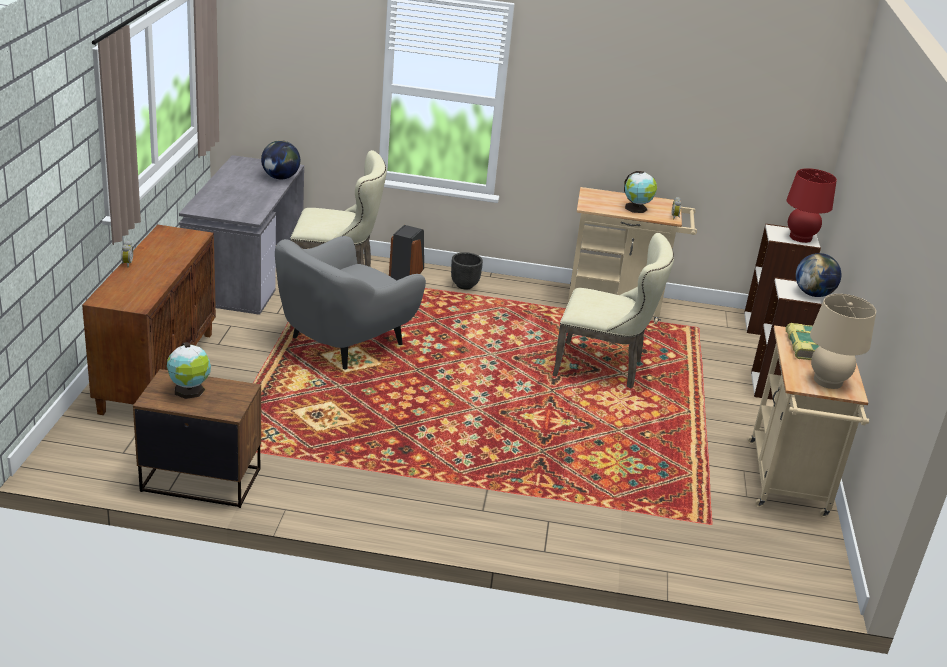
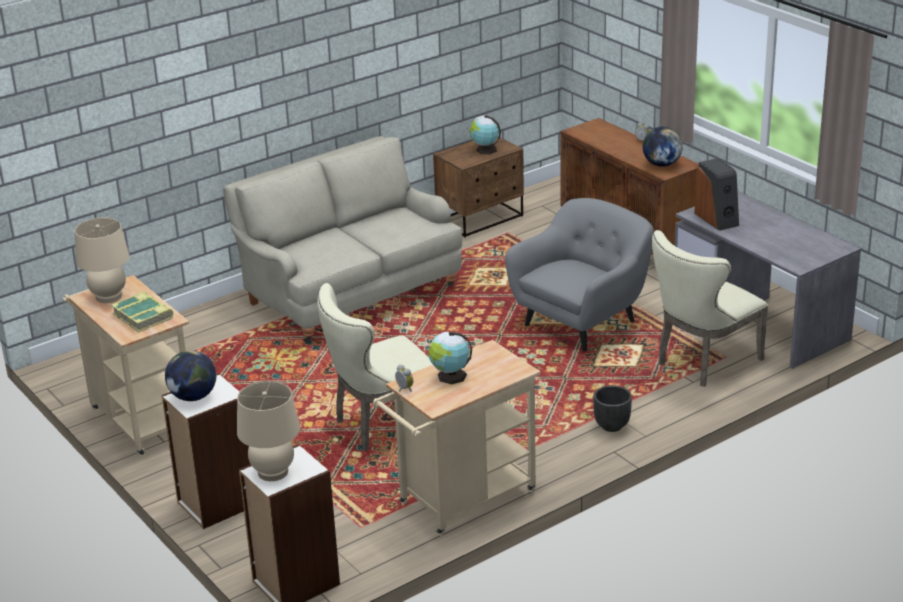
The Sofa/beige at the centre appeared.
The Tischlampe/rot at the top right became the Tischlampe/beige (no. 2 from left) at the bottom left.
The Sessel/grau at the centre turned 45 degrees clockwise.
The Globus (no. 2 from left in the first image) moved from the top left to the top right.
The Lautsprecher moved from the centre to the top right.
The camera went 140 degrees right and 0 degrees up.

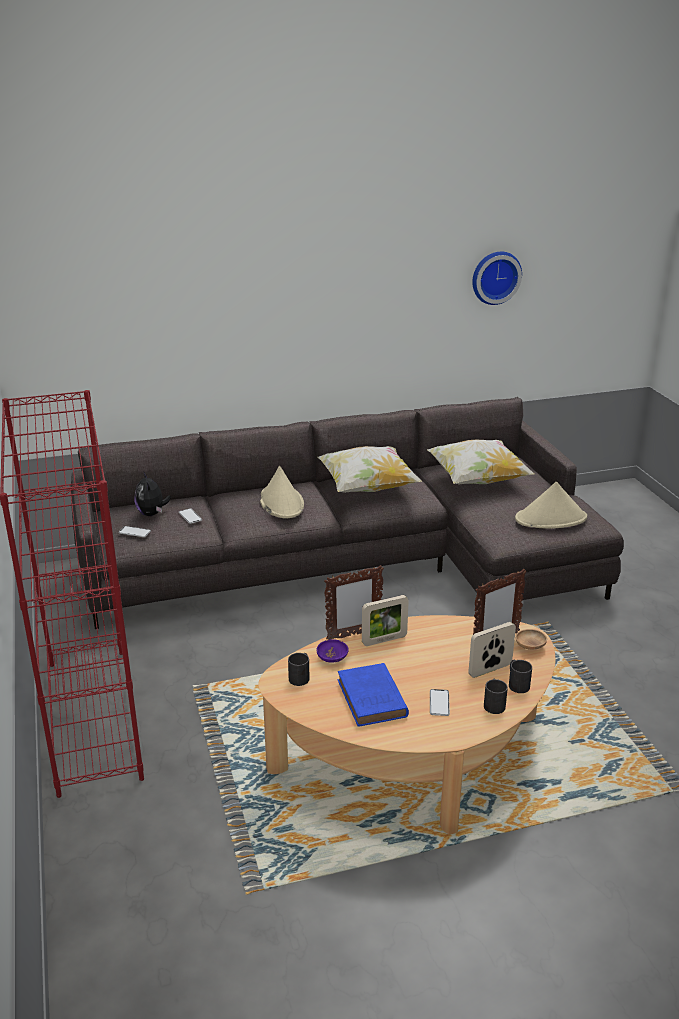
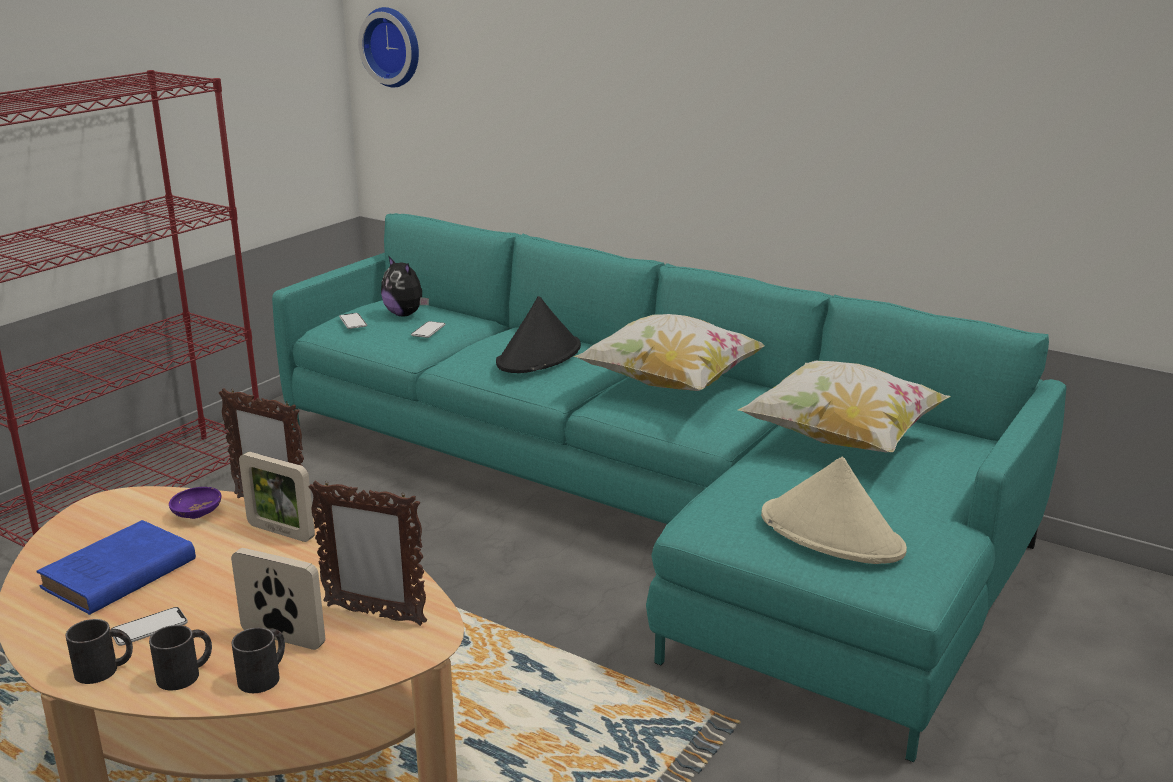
The Henkelbecher/schwarz (no. 1 from left) moved from the centre to the bottom left.
The Sofa/grau at the centre became the Sofa/türkis at the centre.
The Wanduhr moved from the top right to the top left.
The Plüschtier at the middle left turned 75 degrees counterclockwise.
The Hut/beige (no. 1 from left) at the centre became the Hut/schwarz at the centre.
The Schüssel/braun at the middle right disappeared.
The camera went 50 degrees right and 5 degrees down.

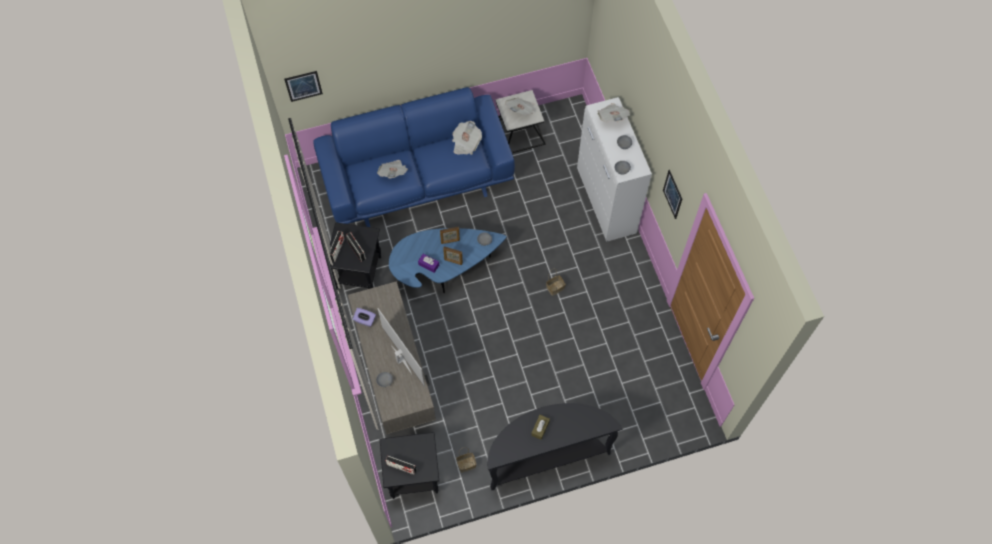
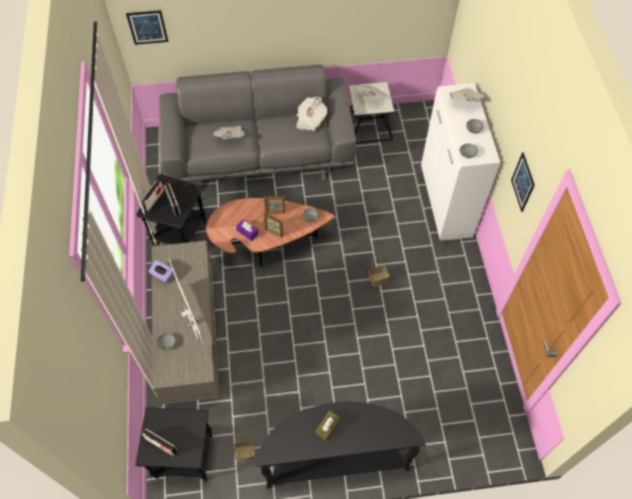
The Sofa/blau at the top centre became the Sofa/grau at the top centre.
The Couchtisch/blau at the centre became the Couchtisch/braun at the centre.
The camera went 10 degrees right and 5 degrees down.

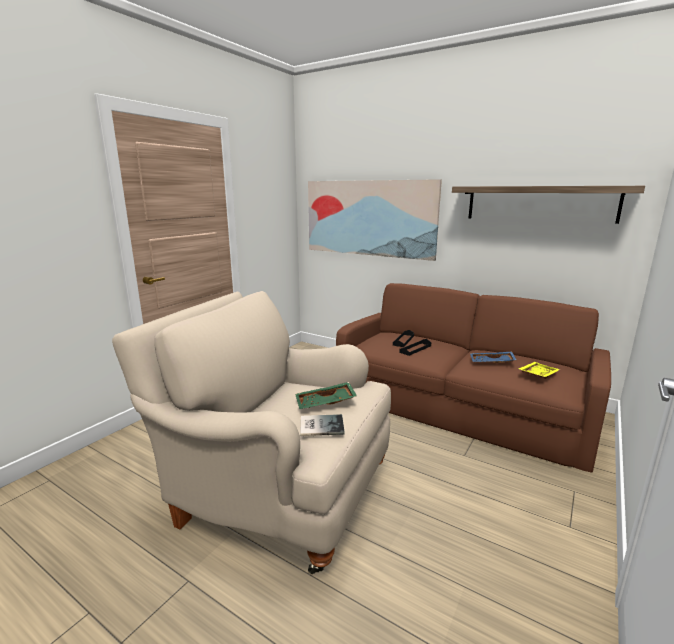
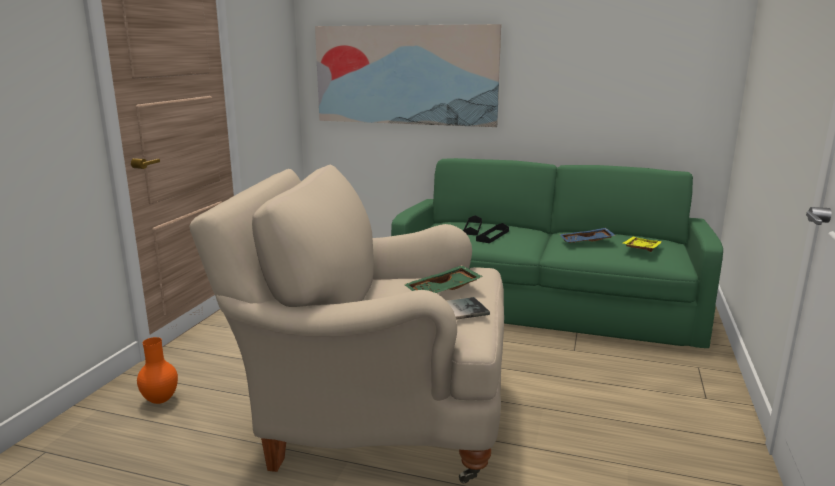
The Vase/orange at the bottom left appeared.
The Sofa/braun at the middle right became the Sofa/grün at the middle right.
The Wandregal at the top right disappeared.
The camera went 15 degrees left and 0 degrees up.

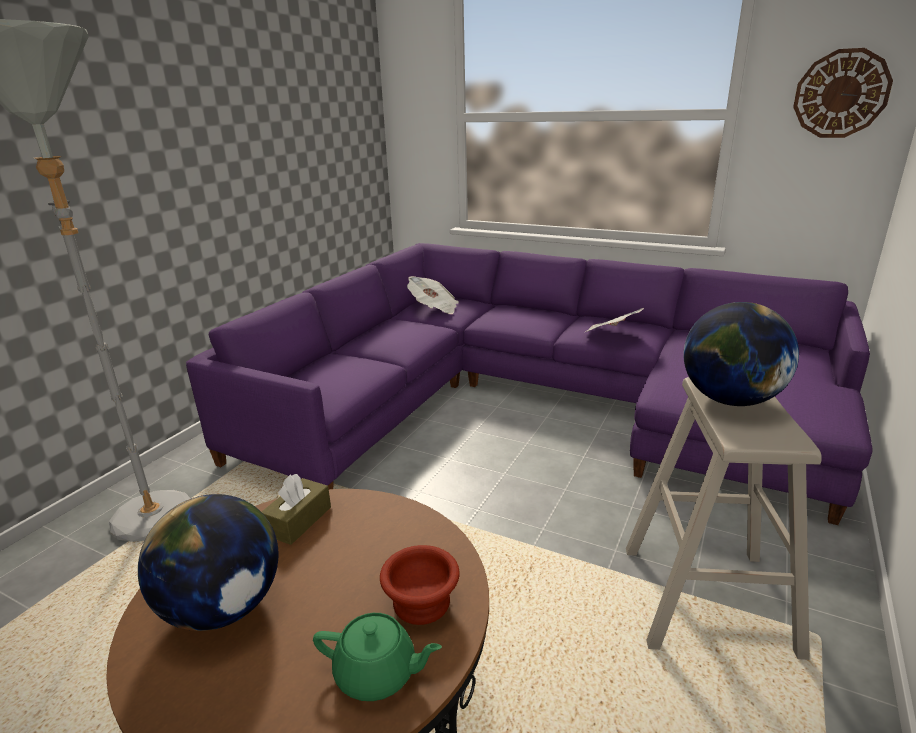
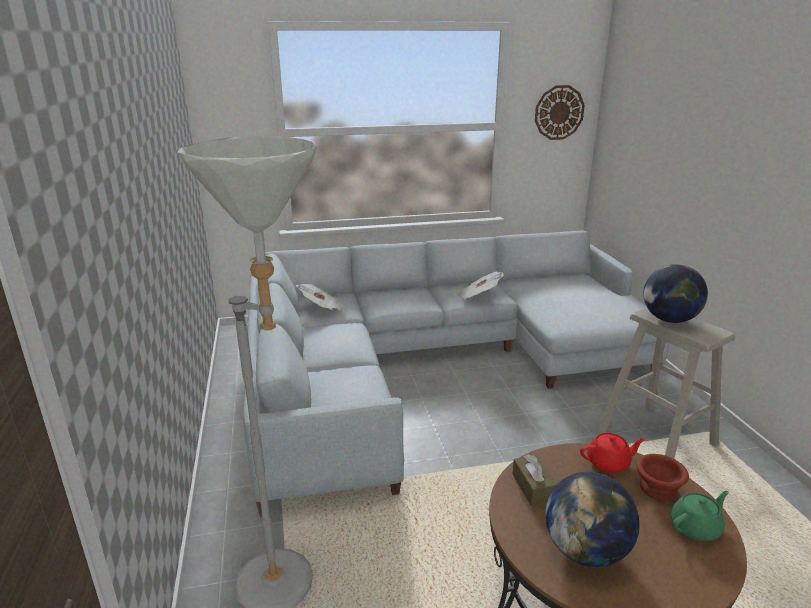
The Sofa/lila at the centre became the Sofa/grau at the centre.
The Teekanne/rot at the bottom right appeared.
The camera went 40 degrees left and 0 degrees up.

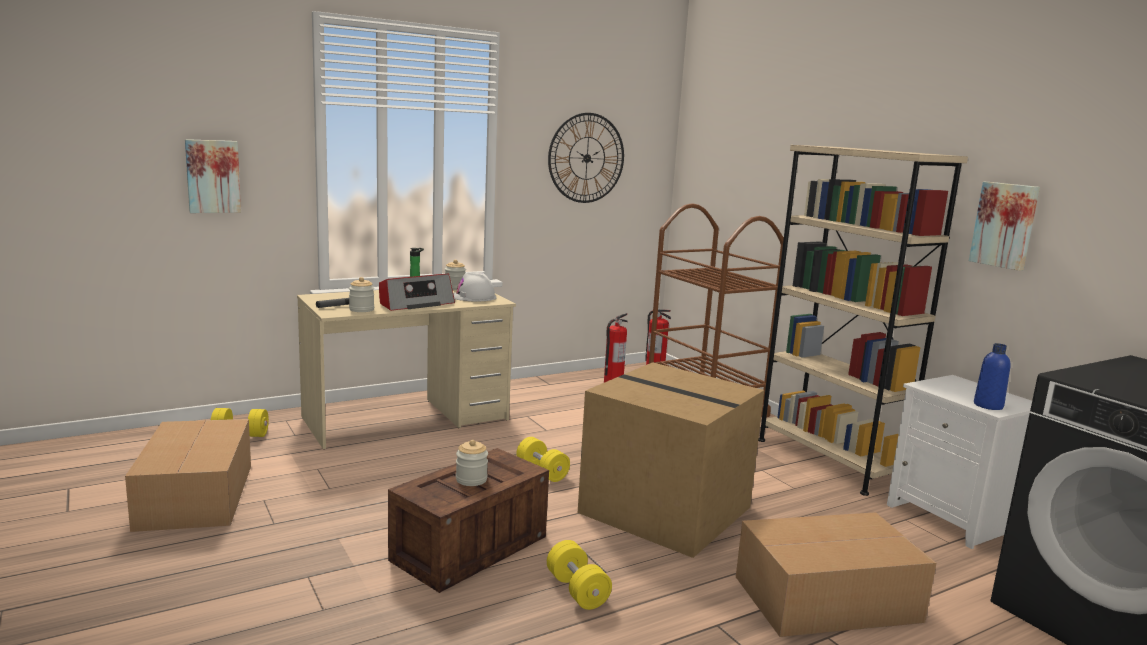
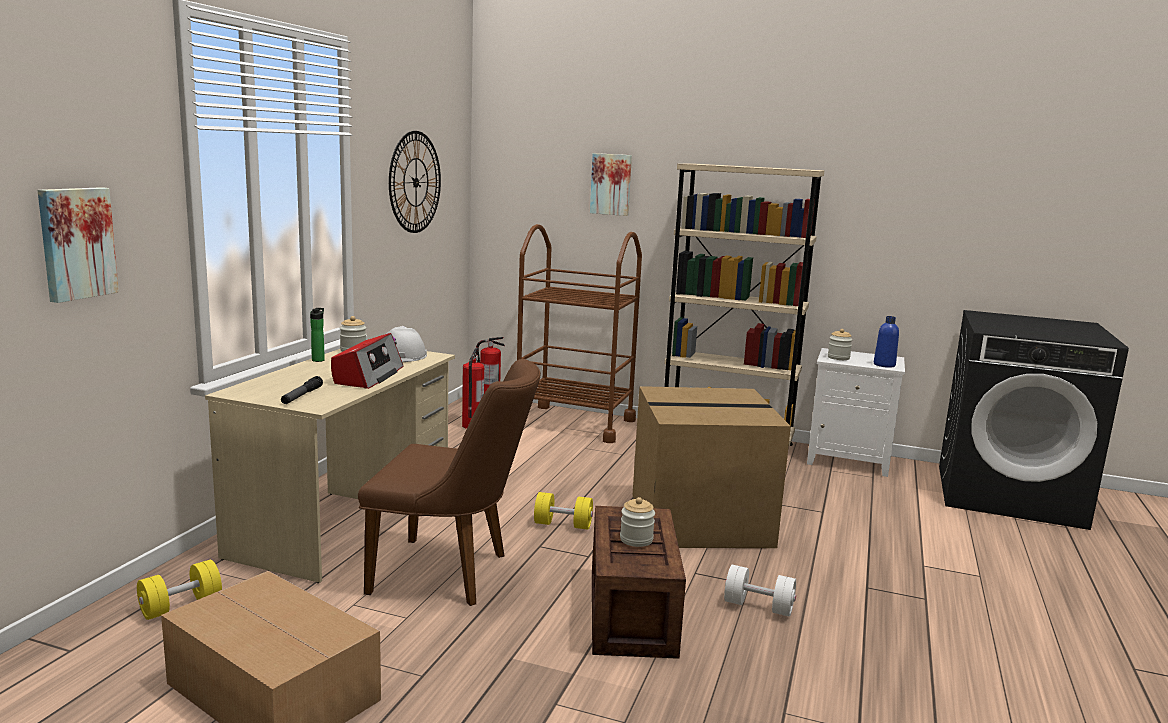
The Stuhl/braun at the bottom centre appeared.
The Bild (no. 2 from left) moved from the middle right to the top centre.
The Hantel/gelb (no. 3 from left) at the bottom centre became the Hantel/weiß at the bottom centre.
The Vorratsglas (no. 1 from left in the first image) moved from the middle left to the middle right.
The Karton (no. 3 from left) at the bottom right disappeared.
The camera went 40 degrees left and 0 degrees up.

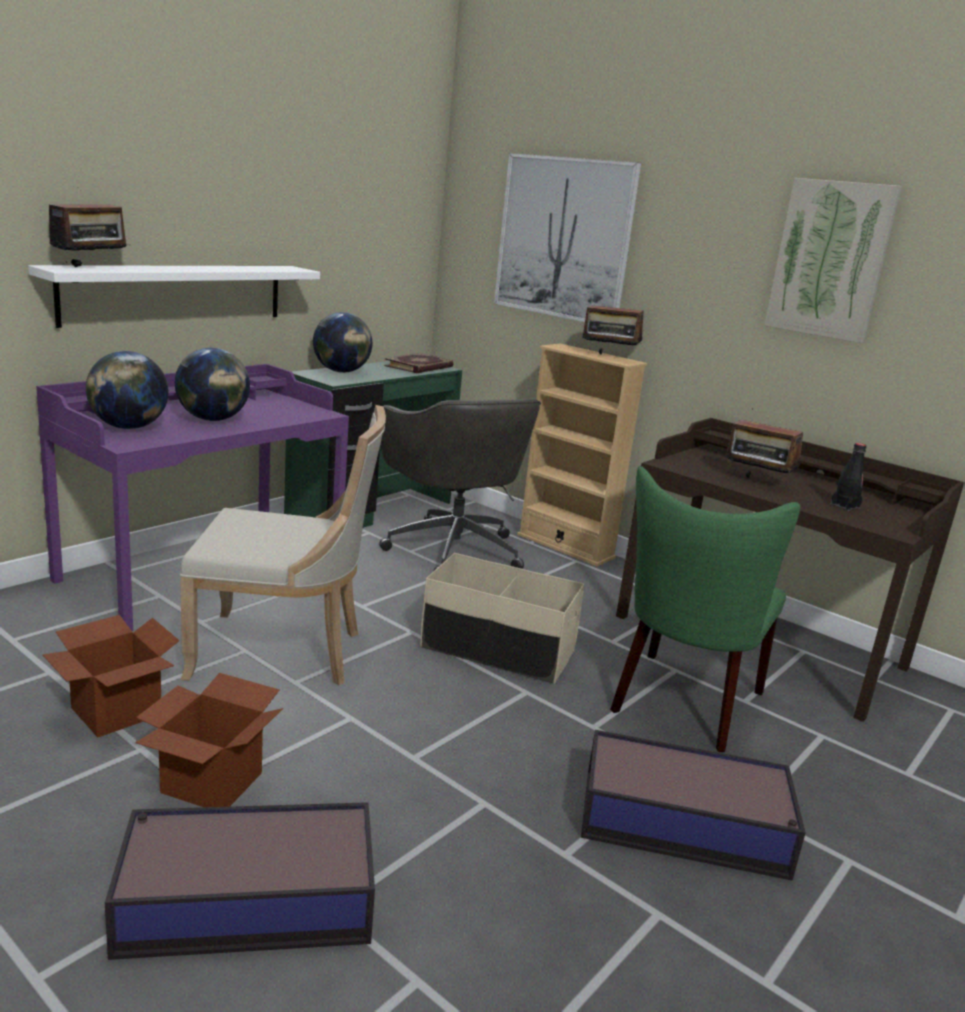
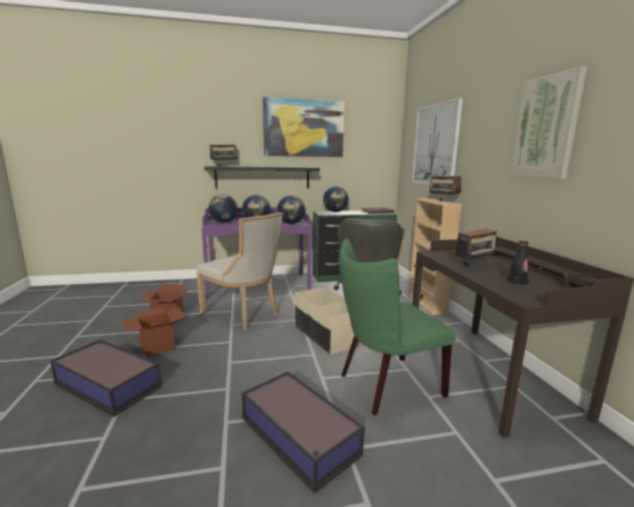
The Wandregal/weiß at the top left became the Wandregal/schwarz at the centre.
The Bild (no. 1 from left) at the top centre appeared.
The Globus (no. 3 from left) at the centre appeared.
The Radio (no. 3 from left) at the middle right turned 105 degrees counterclockwise.
The camera went 40 degrees right and 5 degrees down.

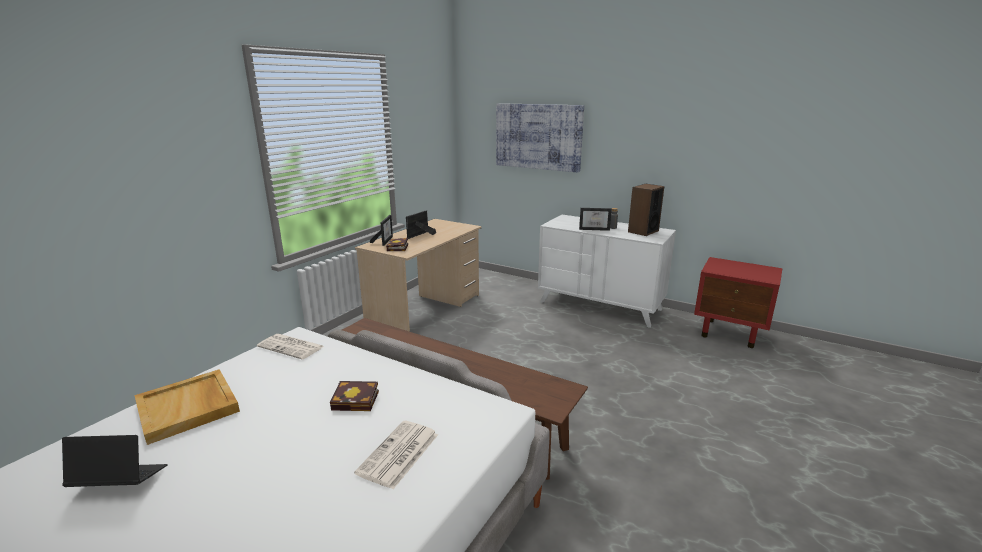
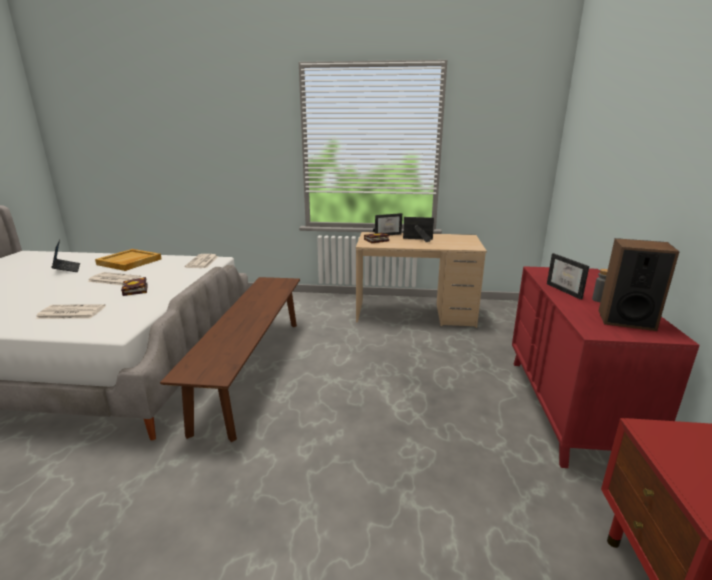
The Zeitung (no. 2 from left) at the middle left appeared.
The Kommode/weiß at the centre became the Kommode/rot at the middle right.
The Bild at the top centre disappeared.
The camera went 65 degrees right and 0 degrees up.

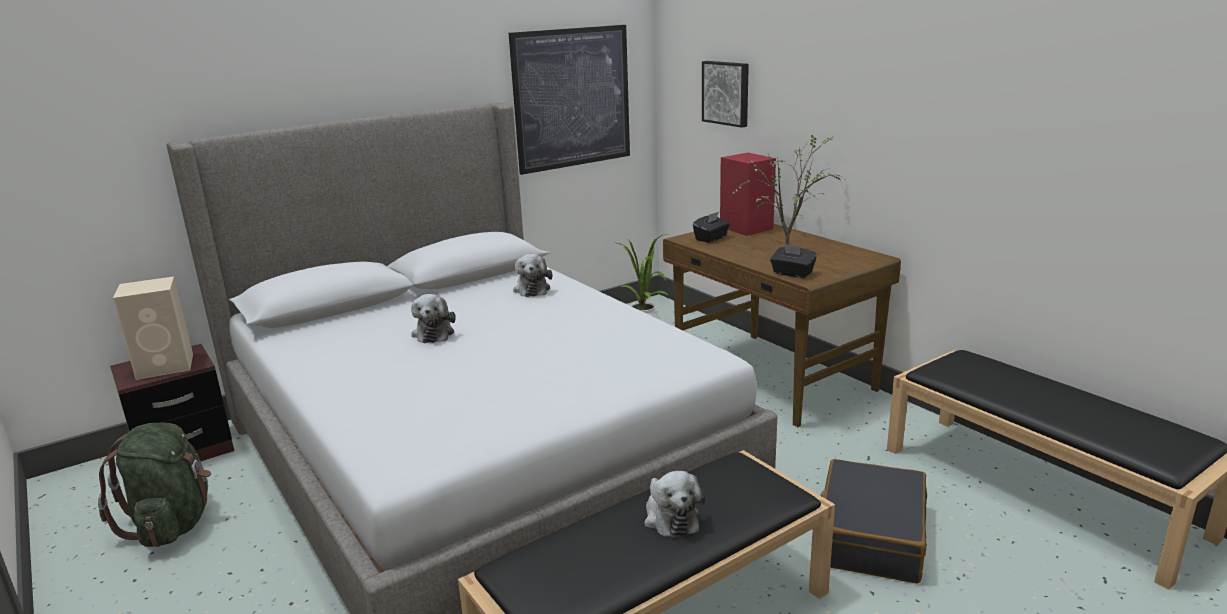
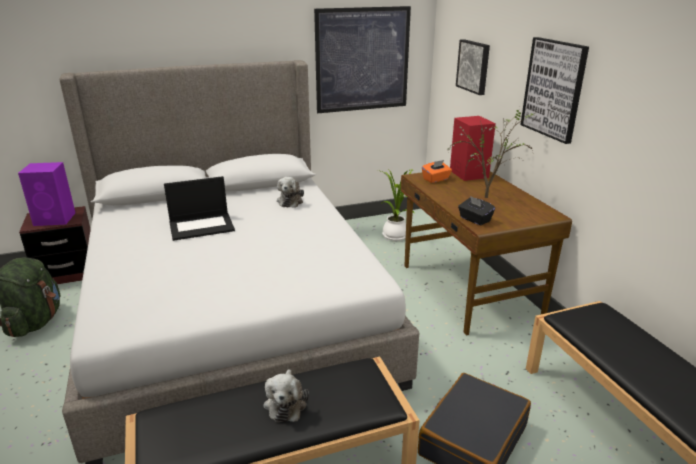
The Lautsprecher/beige at the middle left became the Lautsprecher/lila at the middle left.
The Plüschtier (no. 1 from left) at the centre was replaced by the Laptop at the middle left.
The Taschentuchbox/schwarz (no. 1 from left) at the centre became the Taschentuchbox/orange at the centre.
The Bild (no. 3 from left) at the top right appeared.
The camera went 15 degrees right and 5 degrees up.

